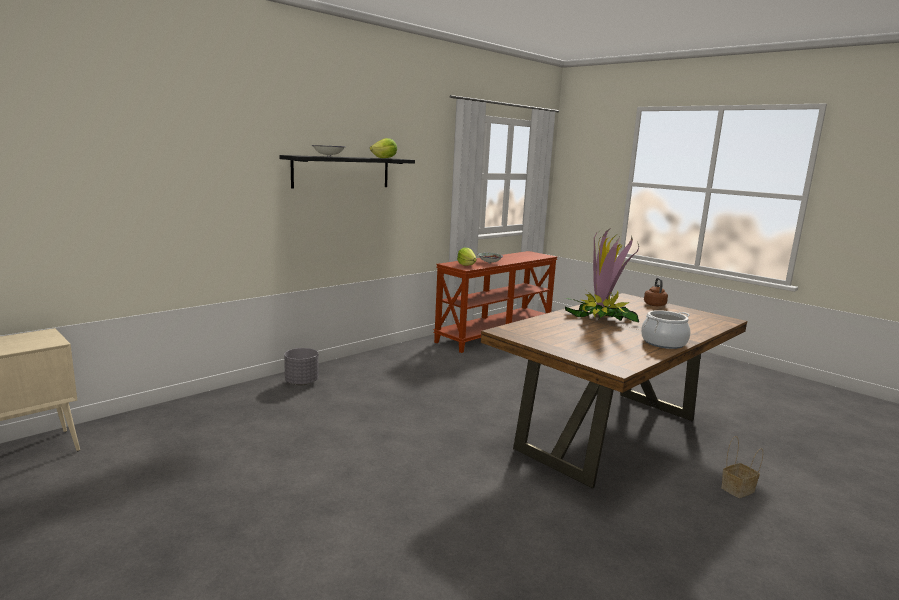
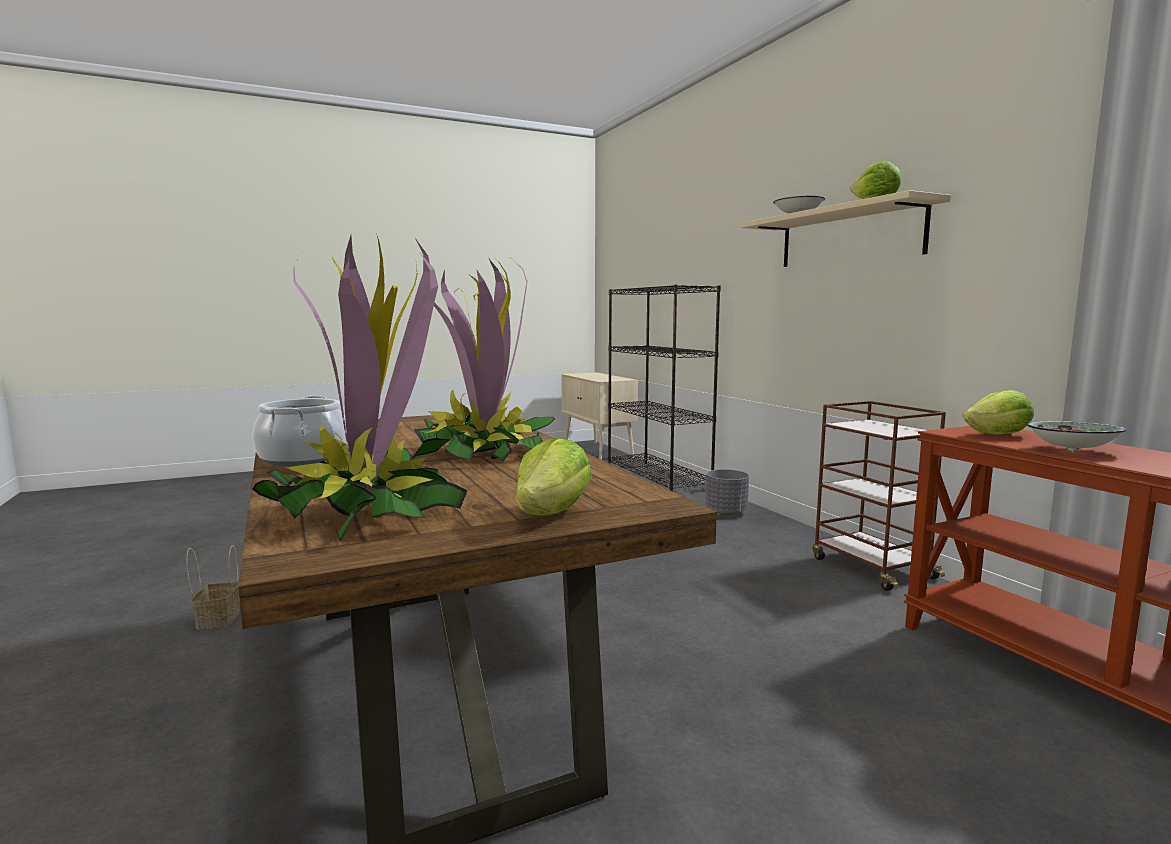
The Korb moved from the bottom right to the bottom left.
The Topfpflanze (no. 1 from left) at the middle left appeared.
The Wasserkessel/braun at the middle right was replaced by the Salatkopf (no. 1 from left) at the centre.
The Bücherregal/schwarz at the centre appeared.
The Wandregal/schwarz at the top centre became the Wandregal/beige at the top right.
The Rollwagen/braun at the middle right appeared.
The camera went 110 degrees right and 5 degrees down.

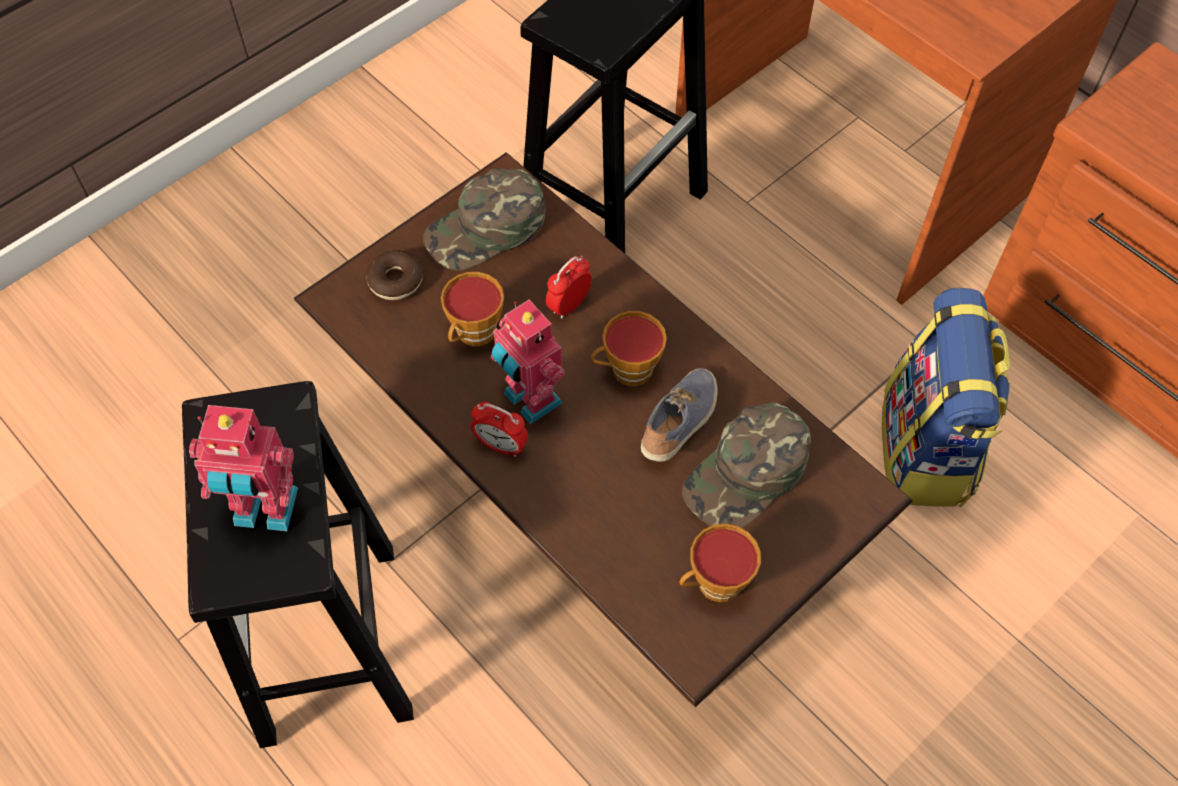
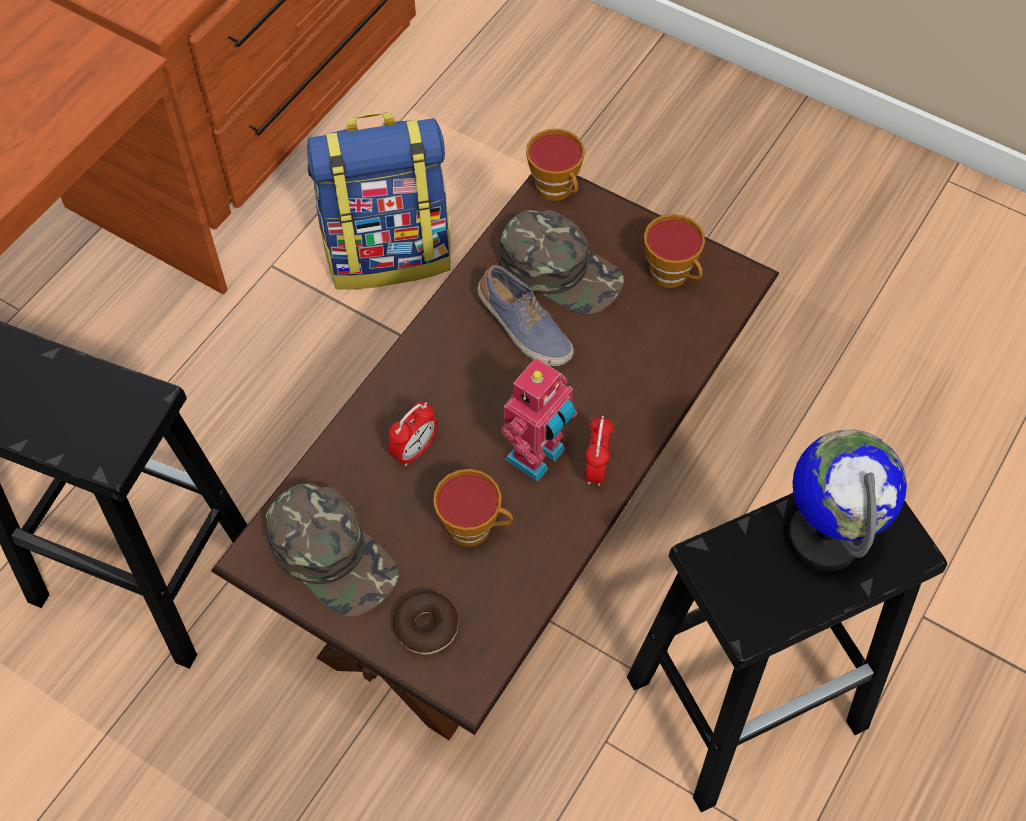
The Wecker (no. 2 from left in the first image) at the centre turned 75 degrees counterclockwise.
The Schuh at the centre turned 150 degrees counterclockwise.
The Tasse (no. 2 from left) moved from the centre to the top centre.
The Spielzeugroboter (no. 1 from left) at the middle left was replaced by the Globus at the middle right.
The camera went 105 degrees left and 0 degrees up.

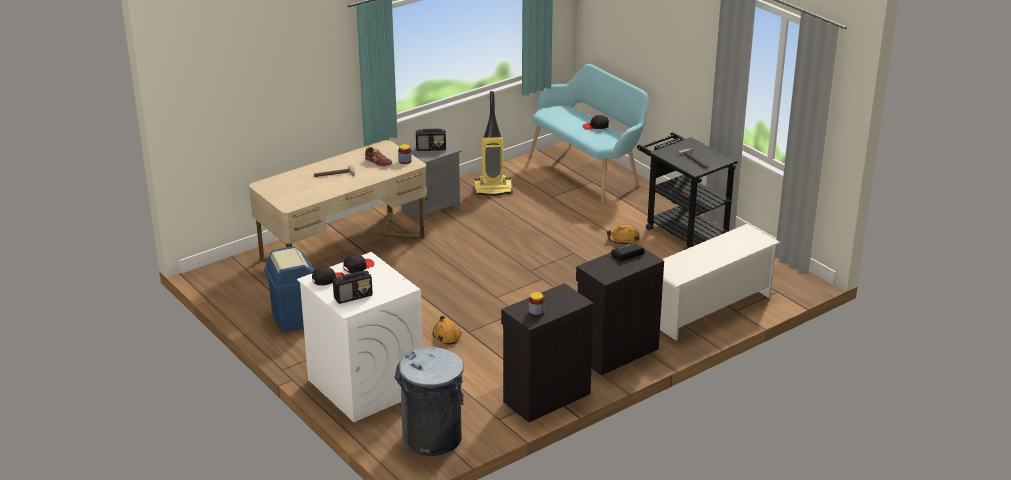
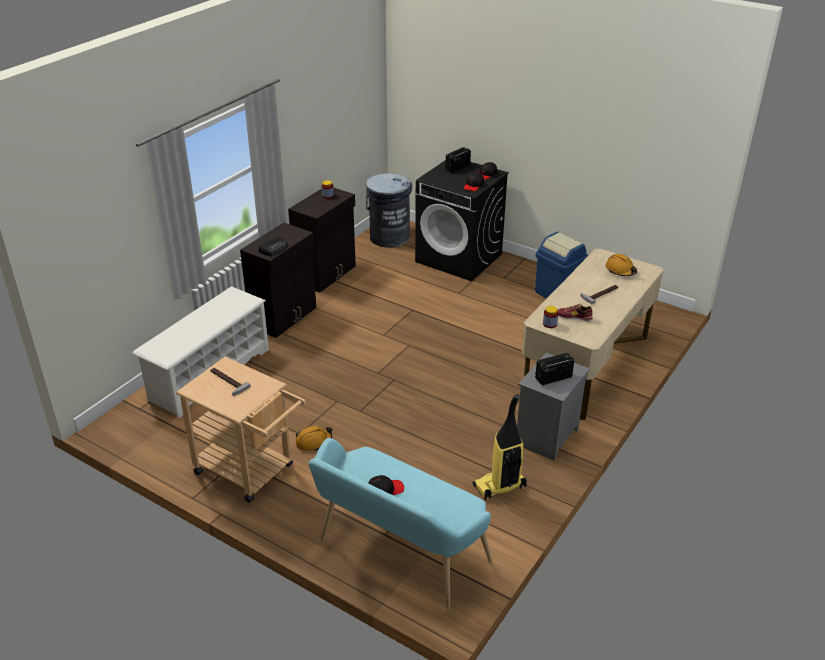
The Rollwagen/schwarz at the middle right became the Rollwagen/beige at the middle left.
The Waschmaschine/weiß at the bottom centre became the Waschmaschine/schwarz at the centre.
The Schutzhelm/orange (no. 1 from left in the first image) moved from the bottom centre to the middle right.
The camera went 160 degrees right and 5 degrees up.

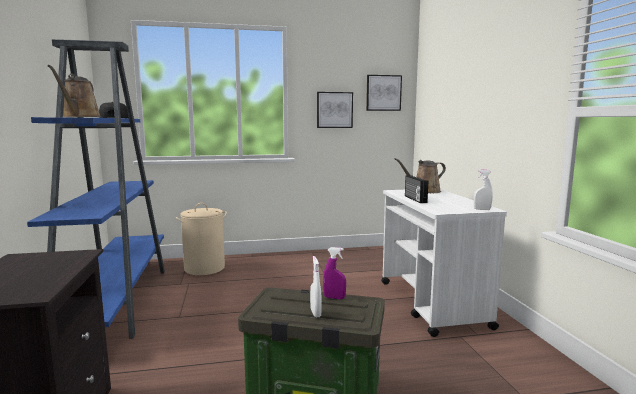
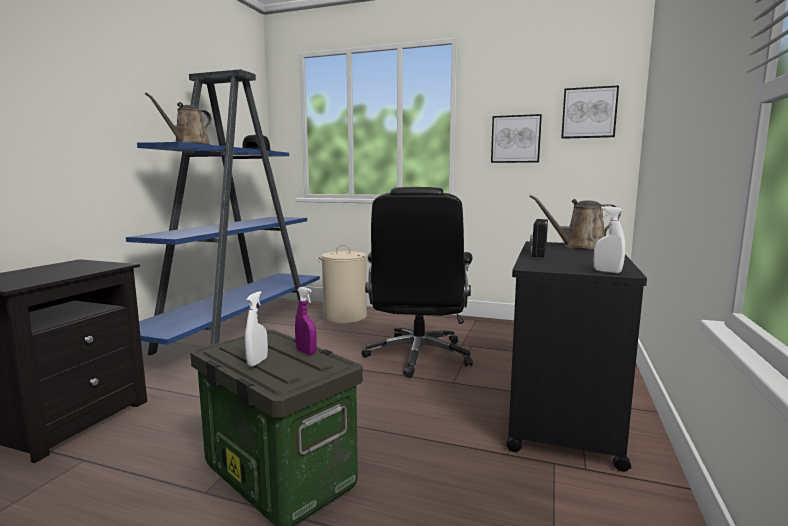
The Bürostuhl/schwarz at the centre appeared.
The Rollwagen/weiß at the bottom right became the Rollwagen/schwarz at the bottom right.
The camera went 30 degrees right and 0 degrees up.

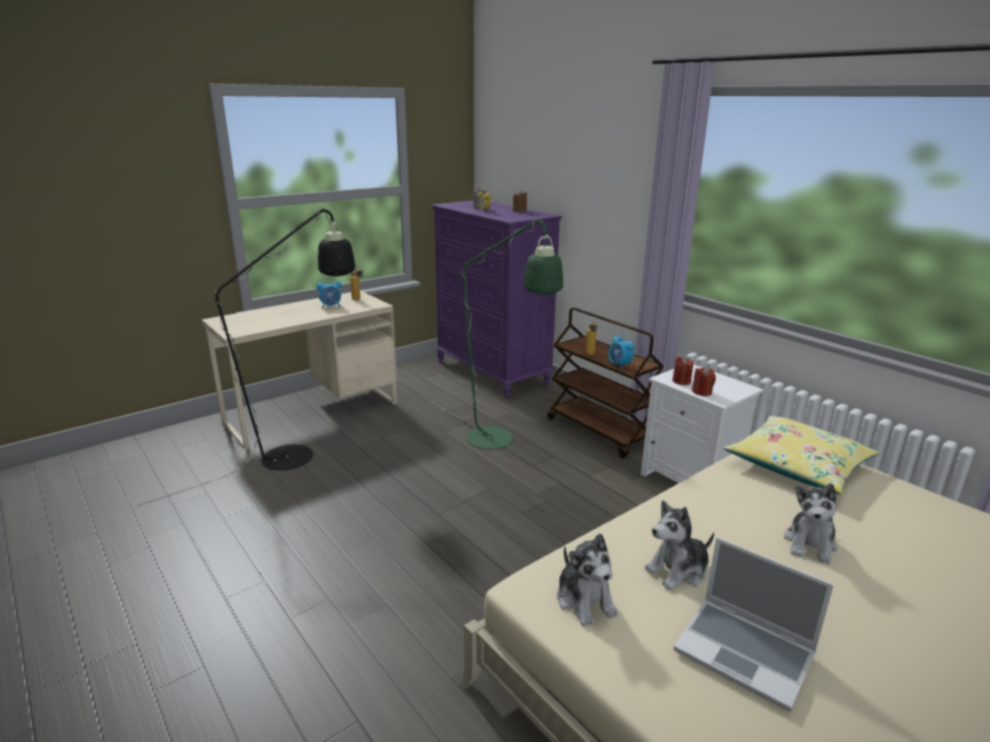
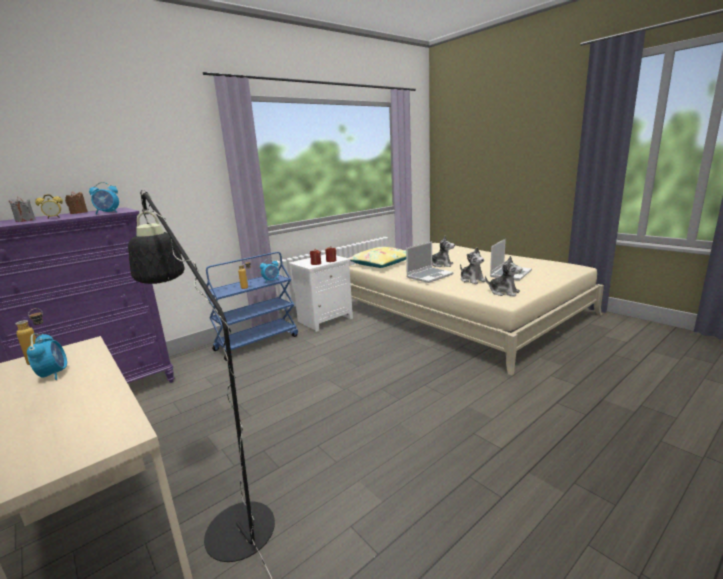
The Wecker (no. 3 from left) at the middle left appeared.
The Rollwagen/braun at the centre became the Rollwagen/blau at the centre.
The Laptop (no. 1 from left) at the centre appeared.
The Plüschtier (no. 1 from left in the first image) at the bottom centre turned 60 degrees clockwise.
The Stehlampe/grün at the centre disappeared.
The camera went 90 degrees left and 5 degrees down.

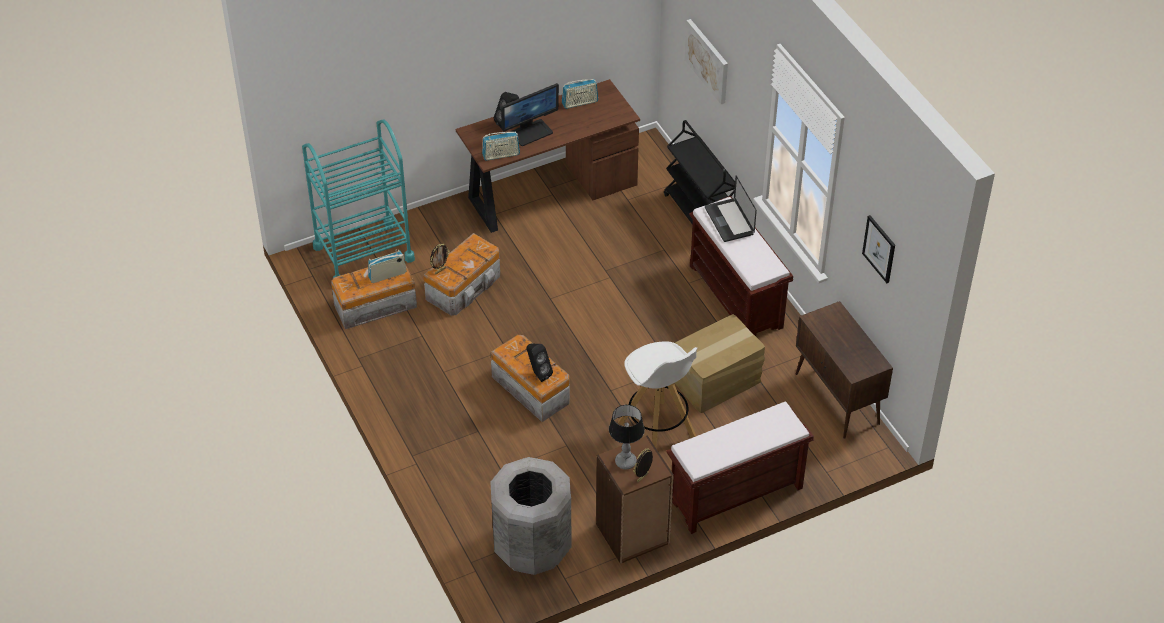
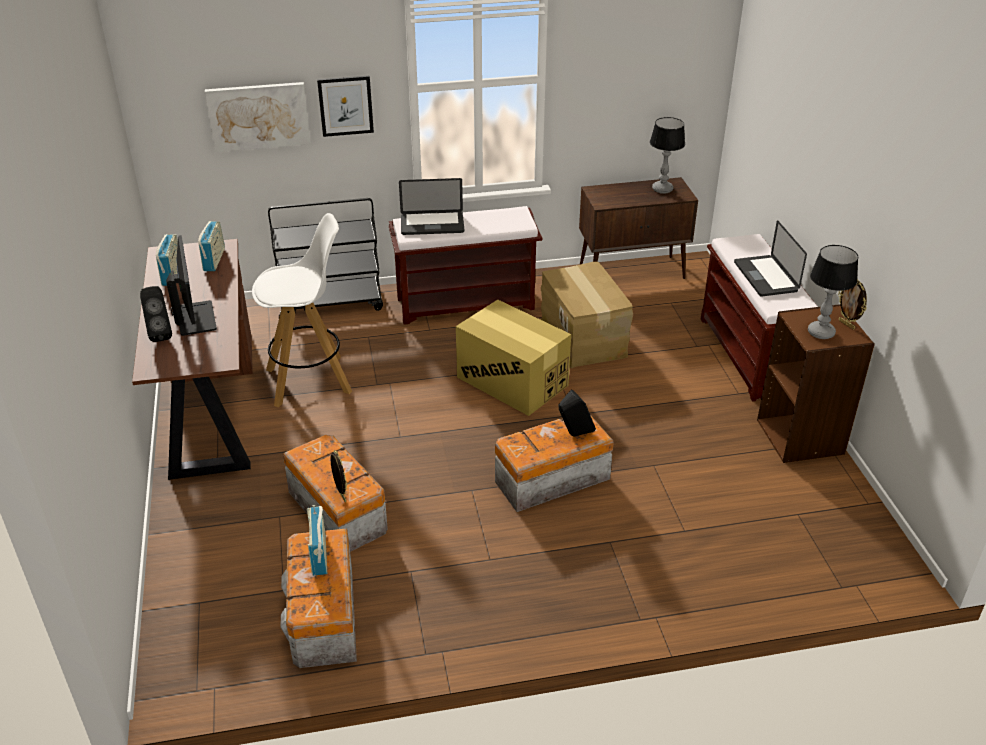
The Radio (no. 2 from left) moved from the top centre to the top left.
The Hocker/weiß moved from the centre to the middle left.
The Bild (no. 2 from left) moved from the middle right to the top centre.
The Karton (no. 1 from left) at the centre appeared.
The Tischlampe (no. 1 from left) at the top right appeared.
The Laptop (no. 2 from left) at the middle right appeared.
The Rollwagen/türkis at the top left disappeared.
The Mülleimer/grau at the bottom centre disappeared.
The camera went 75 degrees left and 10 degrees down.

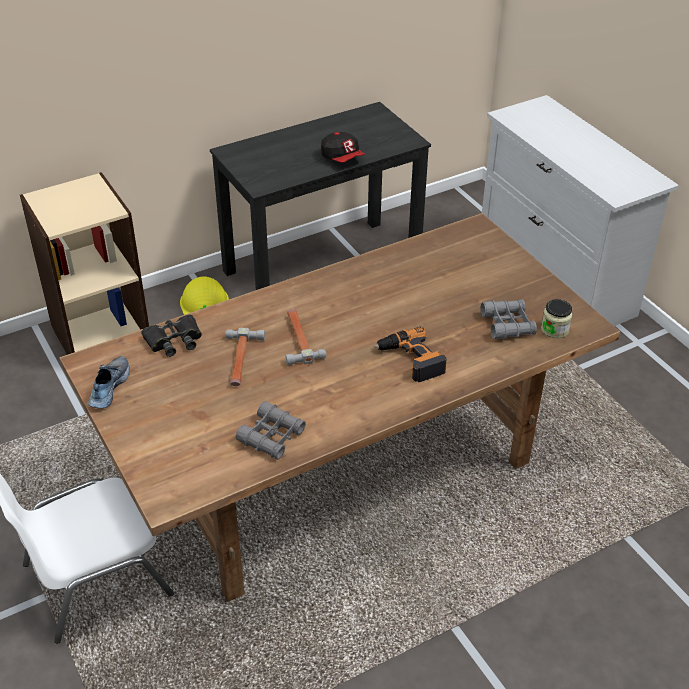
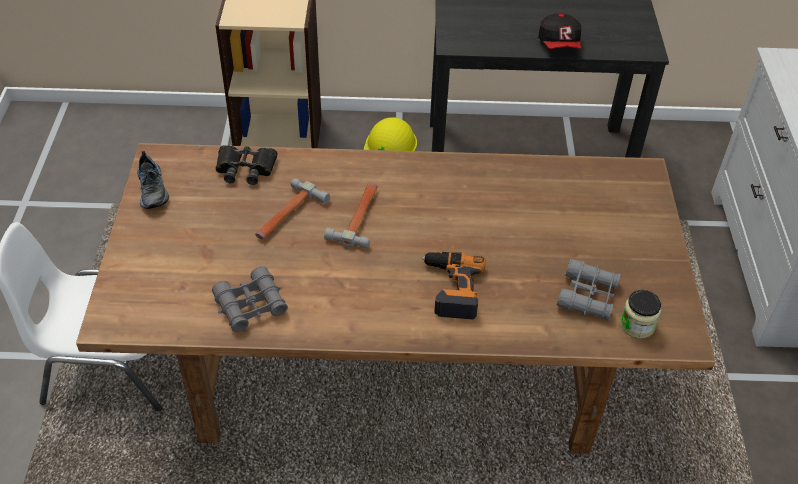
The Schuh at the middle left turned 120 degrees clockwise.
The camera went 30 degrees right and 5 degrees up.

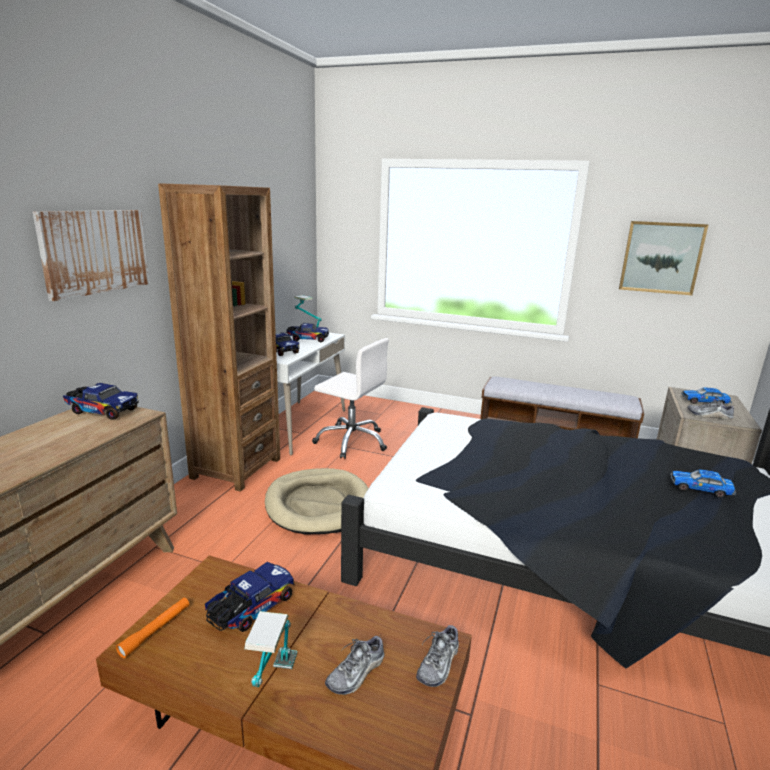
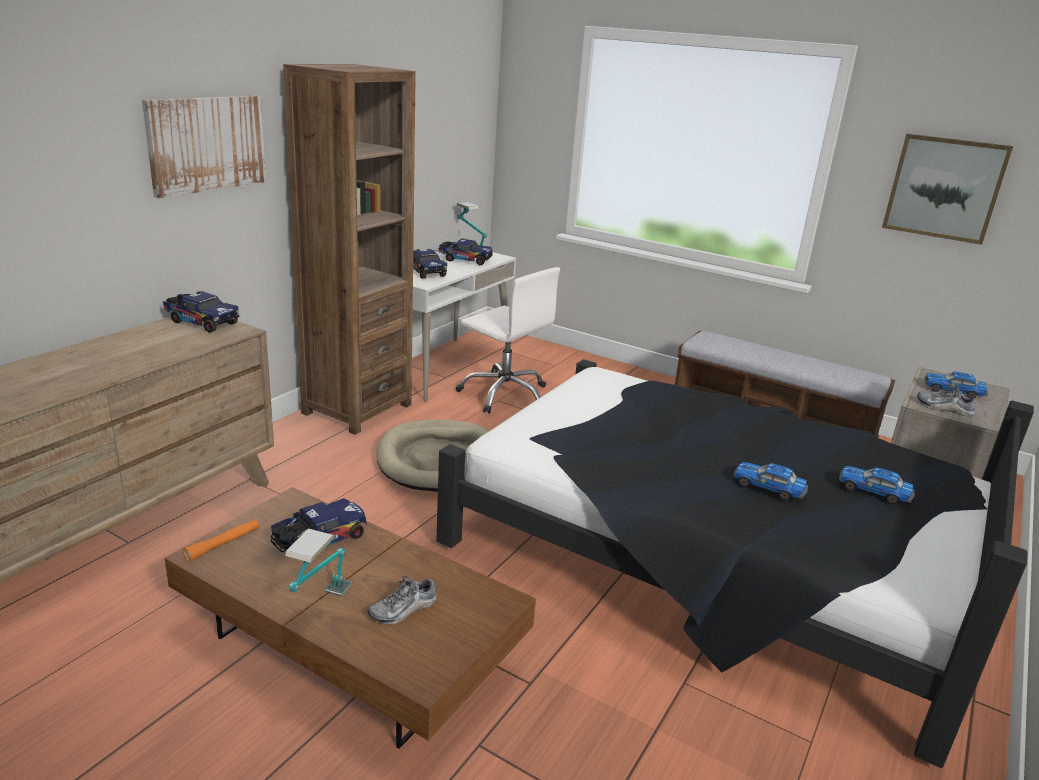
The Spielzeugauto (no. 1 from left) at the middle right appeared.
The Schuh (no. 2 from left) at the bottom centre disappeared.
The camera went 10 degrees right and 5 degrees up.

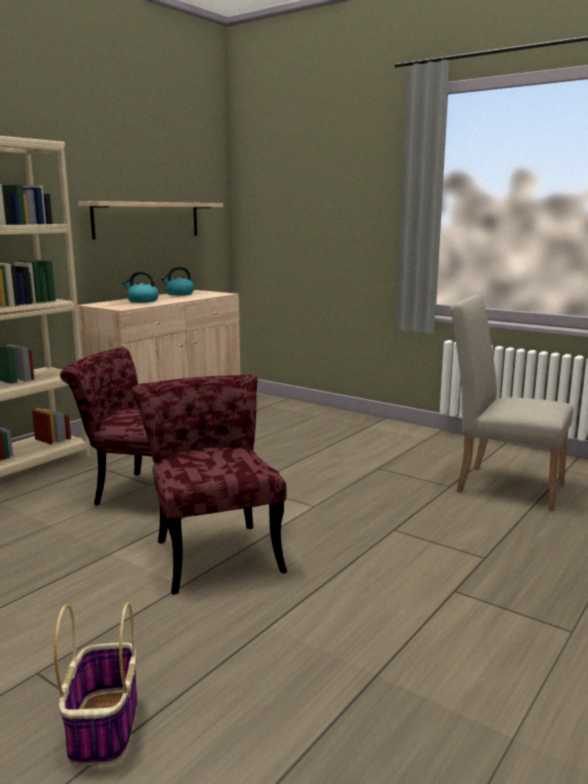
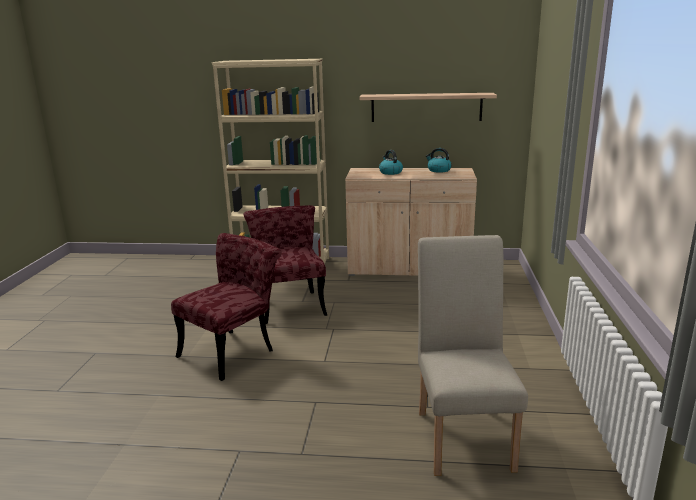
The Korb at the bottom left disappeared.
The camera went 60 degrees right and 5 degrees up.

